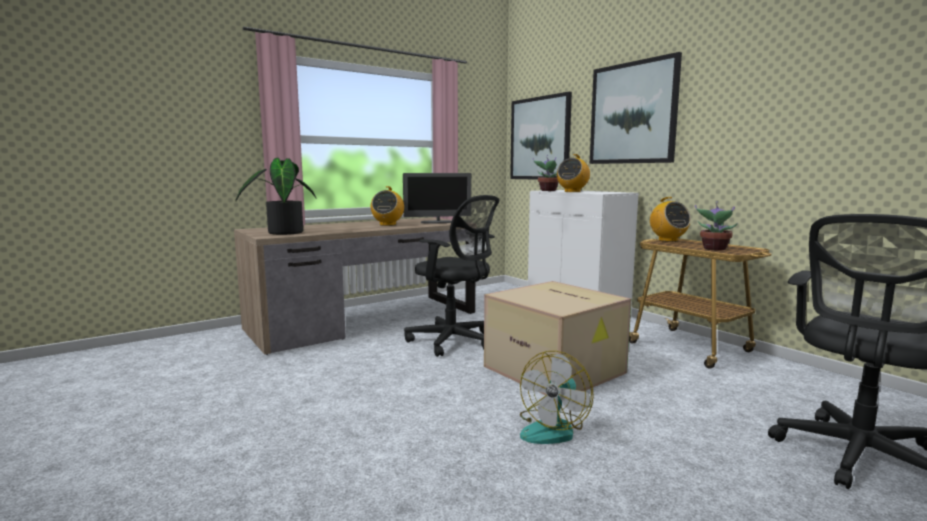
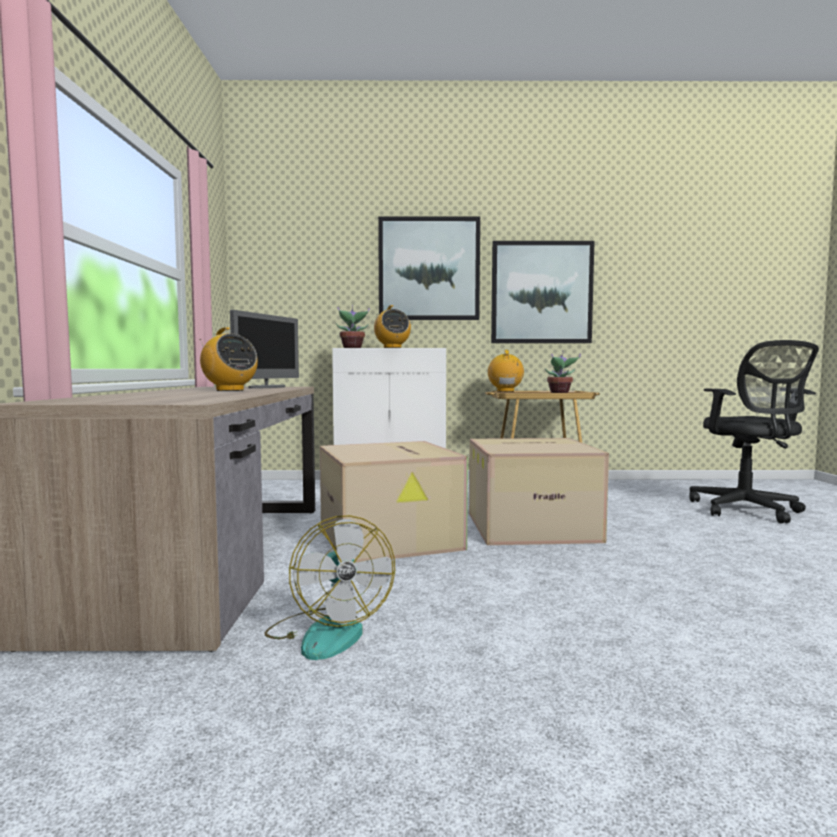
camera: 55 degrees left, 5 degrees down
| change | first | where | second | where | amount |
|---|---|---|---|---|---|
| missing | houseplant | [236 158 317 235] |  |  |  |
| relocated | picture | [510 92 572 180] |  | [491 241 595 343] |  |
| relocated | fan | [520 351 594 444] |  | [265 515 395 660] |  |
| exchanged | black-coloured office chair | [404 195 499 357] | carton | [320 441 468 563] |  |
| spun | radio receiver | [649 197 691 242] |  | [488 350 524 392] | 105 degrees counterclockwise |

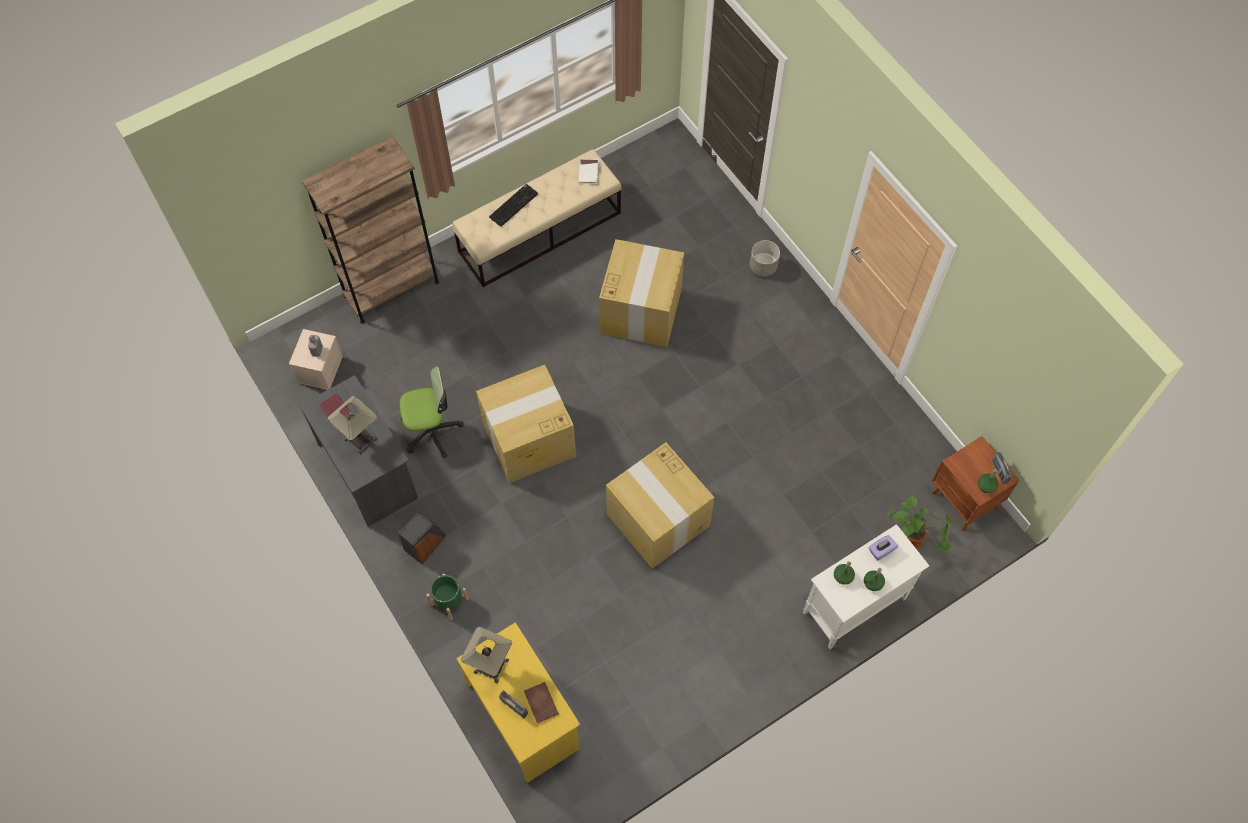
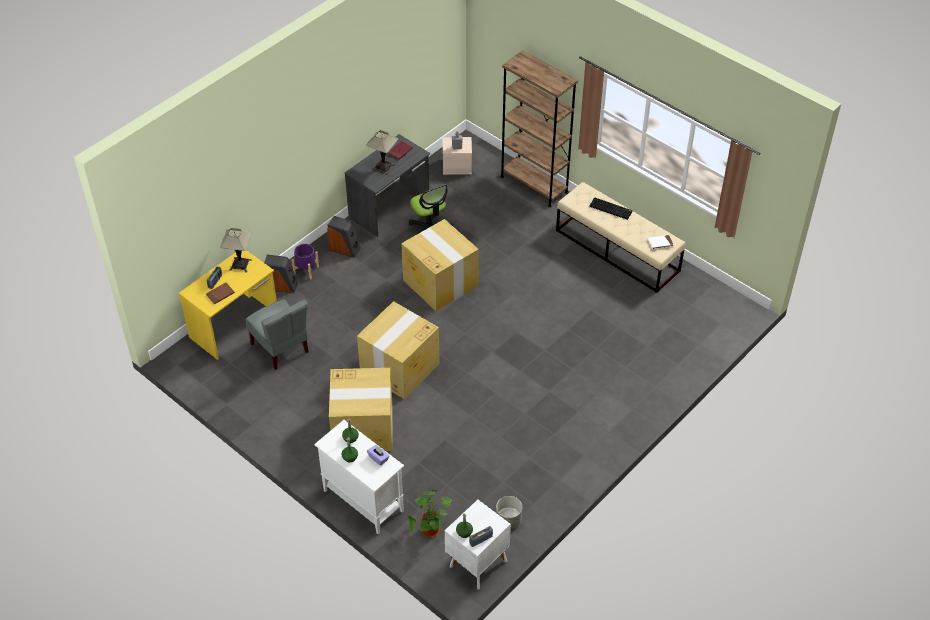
camera: 75 degrees right, 15 degrees down
| change | first | where | second | where | amount |
|---|---|---|---|---|---|
| appeared |  |  | grey plain chair | [246 299 308 370] |  |
| appeared |  |  | audio speaker | [264 255 298 293] |  |
| relocated | carton | [599 239 684 347] |  | [329 368 393 451] |  |
| relocated | grey planter | [750 240 780 276] |  | [496 496 522 529] |  |
| colour | greenish planter | [426 574 469 620] | purple-coloured planter | [292 244 319 279] |  |
| colour | brown-coloured night table | [932 436 1020 531] | whitish night table | [445 500 511 589] |  |

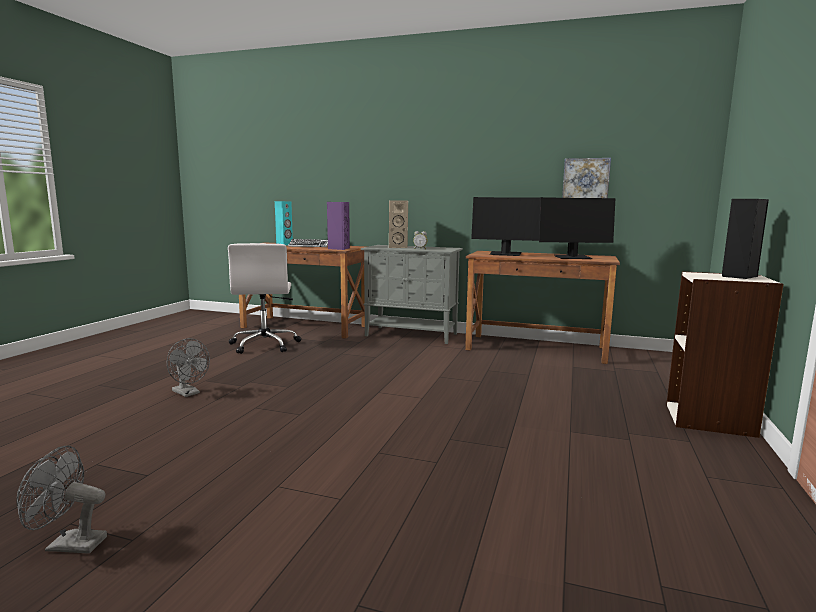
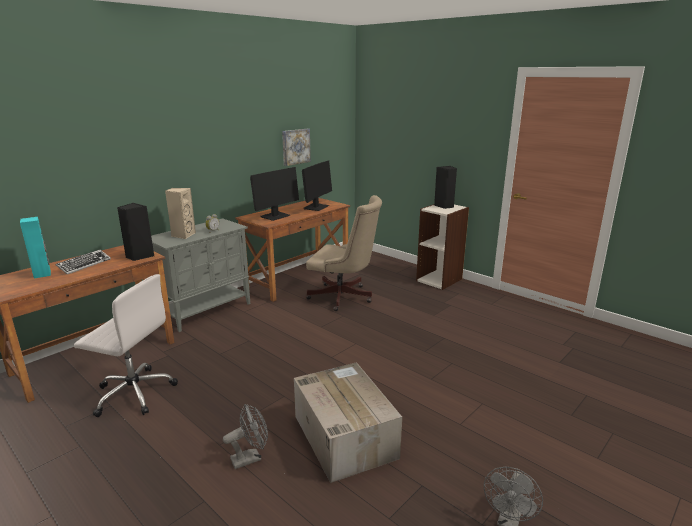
camera: 65 degrees left, 10 degrees up
| change | first | where | second | where | amount |
|---|---|---|---|---|---|
| appeared |  |  | carton | [294 362 402 483] |  |
| appeared |  |  | beige-coloured office chair | [306 195 382 311] |  |
| colour | purple-coloured audio speaker | [327 202 350 250] | black-coloured audio speaker | [117 203 154 261] |  |

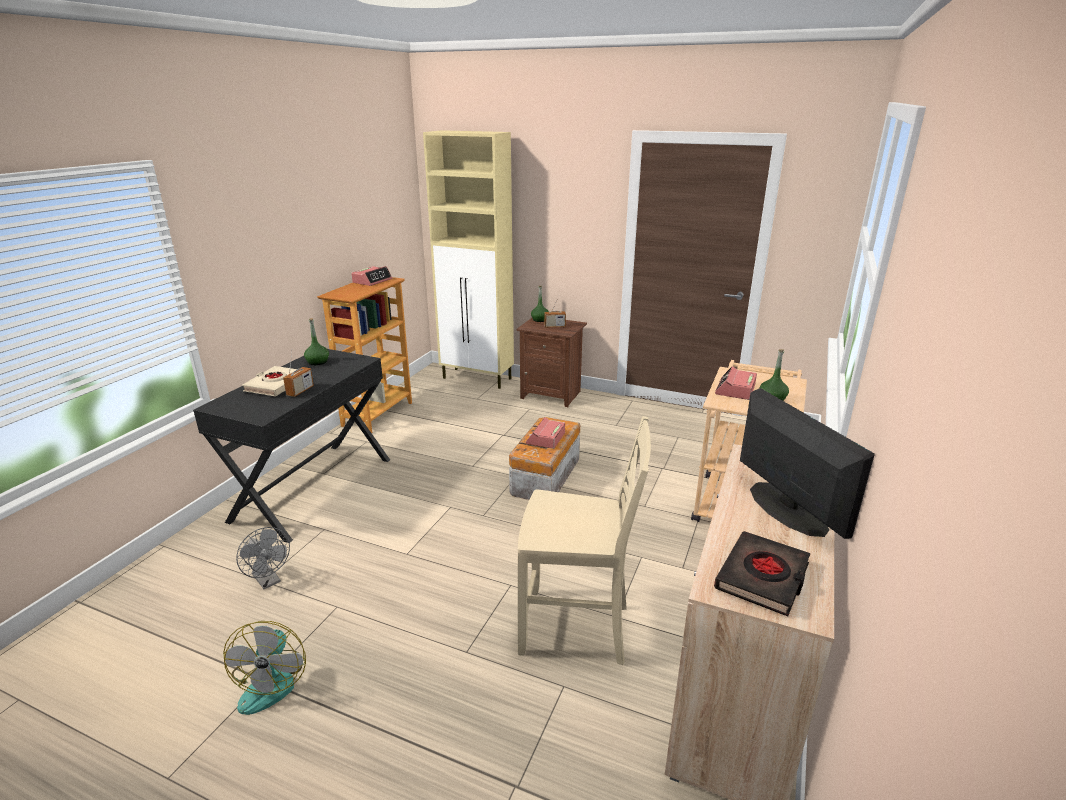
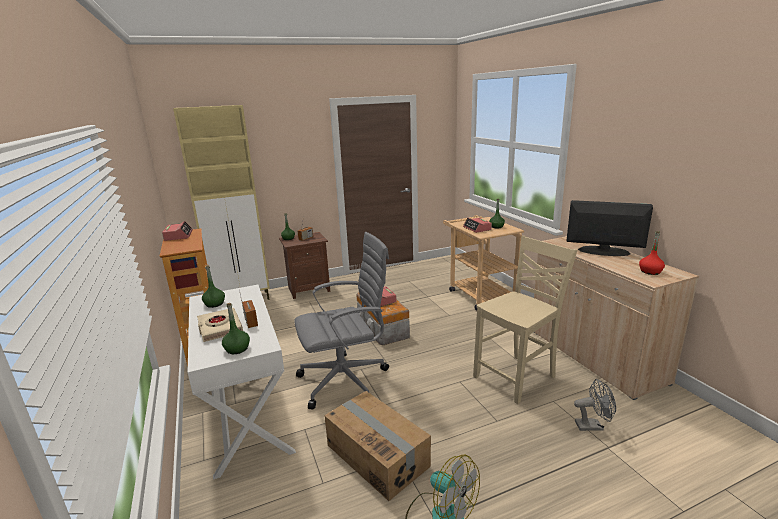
camera: 45 degrees left, 5 degrees down
| change | first | where | second | where | amount |
|---|---|---|---|---|---|
| appeared |  |  | greenish beverage bottle | [222 303 250 354] |  |
| appeared |  |  | grey office chair | [294 232 389 410] |  |
| appeared |  |  | carton | [324 391 431 501] |  |
| relocated | grey fan | [236 527 290 589] |  | [574 379 616 431] |  |
| exchanged | black-coloured bound book | [714 531 811 617] | red beverage bottle | [639 231 665 275] |  |
| colour | black-coloured desk unit | [193 349 390 543] | whitish desk unit | [188 285 296 480] |  |

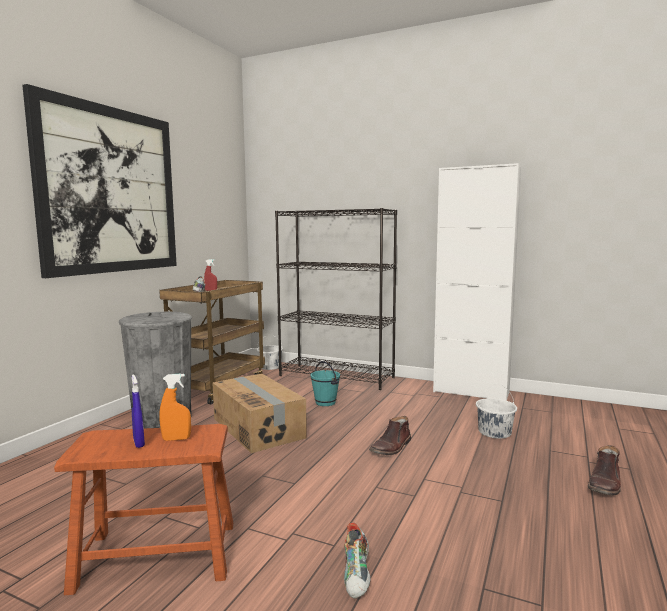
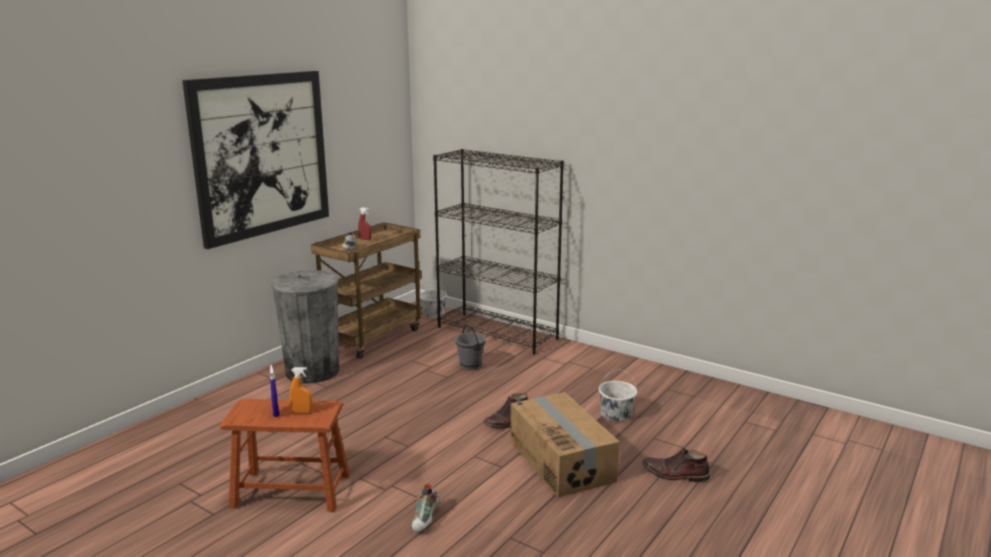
camera: 10 degrees right, 10 degrees up
| change | first | where | second | where | amount |
|---|---|---|---|---|---|
| missing | whitish storage cabinet | [433 163 521 401] |  |  |  |
| relocated | carton | [212 374 307 453] |  | [511 392 620 498] |  |
| colour | turquoise-coloured water bucket | [311 361 340 406] | grey water bucket | [455 325 485 370] |  |
| spun | brown-coloured high-top boot | [588 445 621 496] |  | [642 448 710 482] | 60 degrees clockwise |

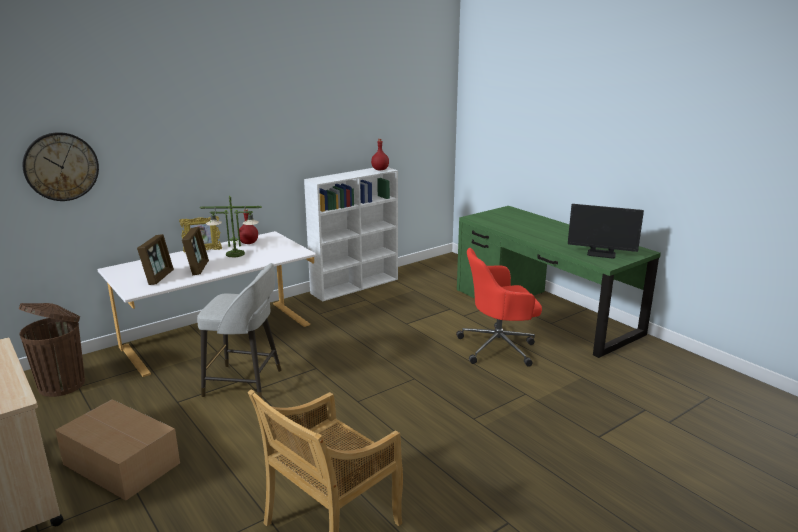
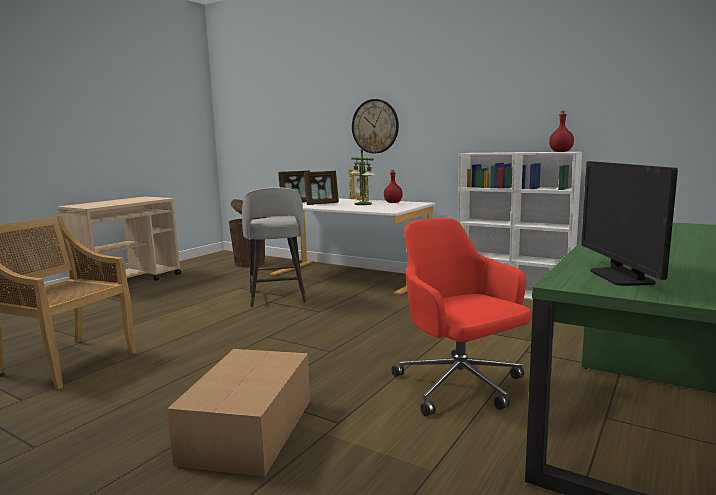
camera: 70 degrees right, 10 degrees down
| change | first | where | second | where | amount |
|---|---|---|---|---|---|
| relocated | clock on the wall | [22 132 99 201] |  | [352 99 399 154] |  |
| relocated | carton | [55 399 180 501] |  | [167 349 310 477] |  |

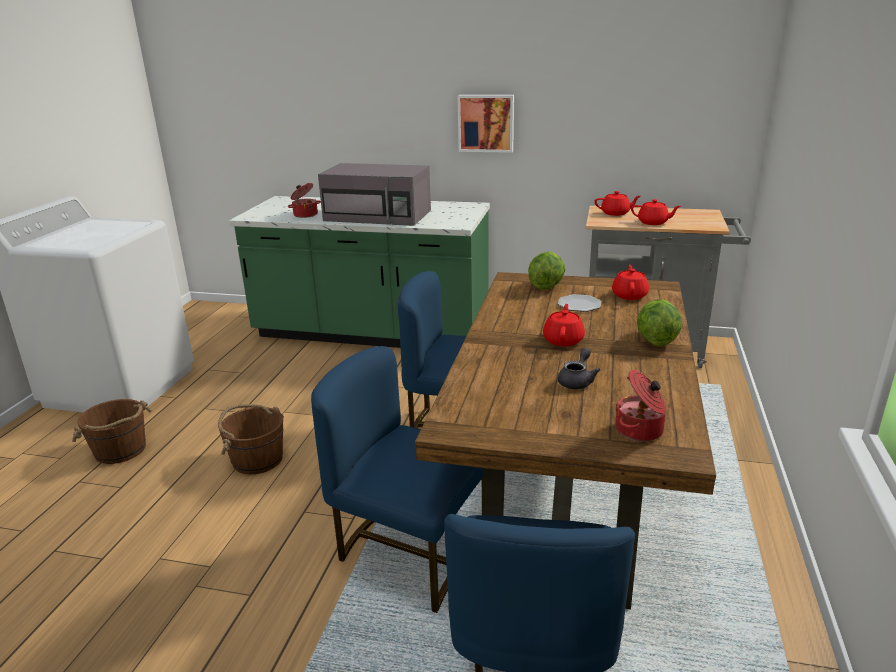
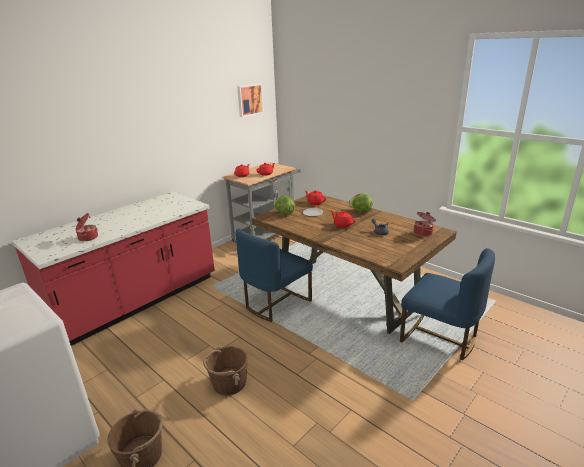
camera: 60 degrees left, 0 degrees up
| change | first | where | second | where | amount |
|---|---|---|---|---|---|
| missing | blue plain chair | [311 346 483 613] |  |  |  |
| missing | grey kitchen microwave | [318 163 431 226] |  |  |  |
| relocated | picture | [458 95 514 153] |  | [237 83 264 117] |  |
| colour | greenish counter | [229 196 490 348] | red counter | [12 192 215 346] |  |

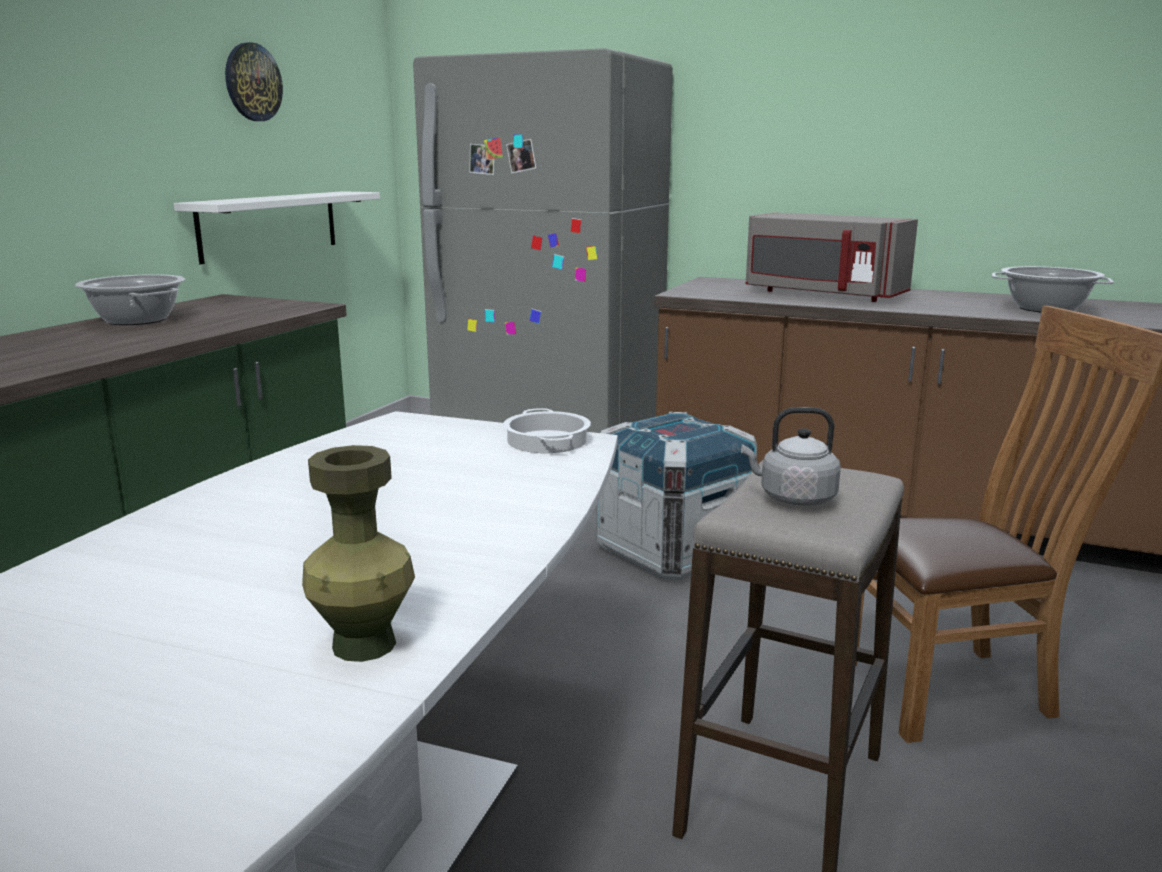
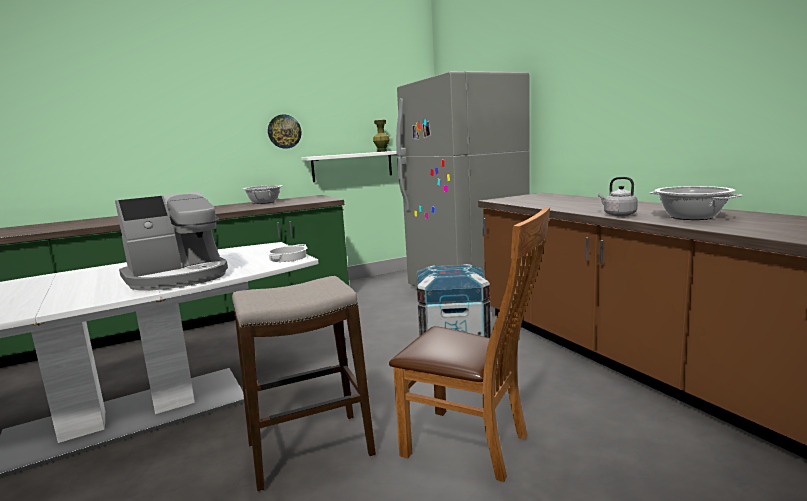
camera: 40 degrees right, 5 degrees down
| change | first | where | second | where | amount |
|---|---|---|---|---|---|
| missing | grey kitchen microwave | [745 213 918 302] |  |  |  |
| appeared |  |  | coffee machine | [115 192 228 291] |  |
| relocated | clock on the wall | [225 42 283 121] |  | [268 114 301 149] |  |
| relocated | greenish decorative vase | [302 445 415 662] |  | [373 120 390 152] |  |
| relocated | grey water kettle | [741 407 841 506] |  | [598 177 638 216] |  |

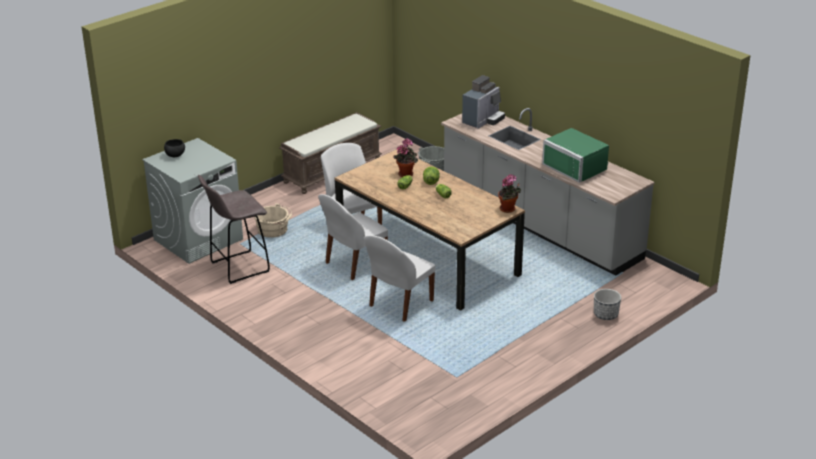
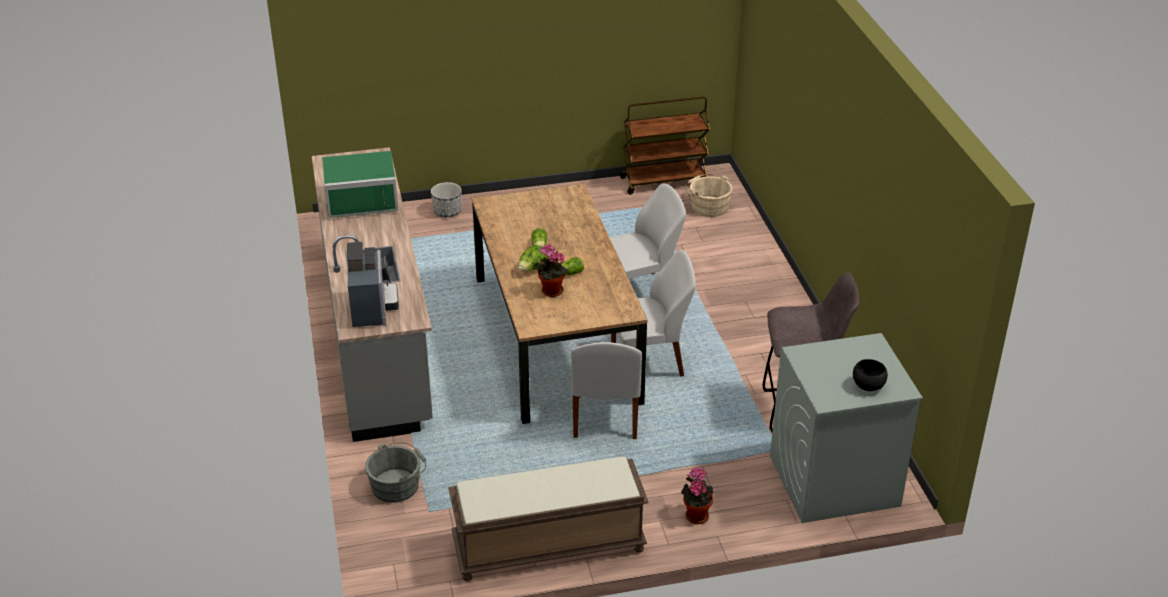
camera: 150 degrees left, 5 degrees up
| change | first | where | second | where | amount |
|---|---|---|---|---|---|
| appeared |  |  | brown-coloured trolley | [620 96 710 195] |  |
| relocated | beige-coloured water bucket | [255 203 292 238] |  | [685 174 733 217] |  |
| relocated | houseplant | [498 174 521 213] |  | [681 467 714 524] |  |
| spun | coffee machine | [462 75 505 129] |  | [347 242 399 327] | 105 degrees clockwise |
| spun | greenish kitchen microwave | [542 128 609 183] |  | [322 151 398 218] | 90 degrees clockwise |

